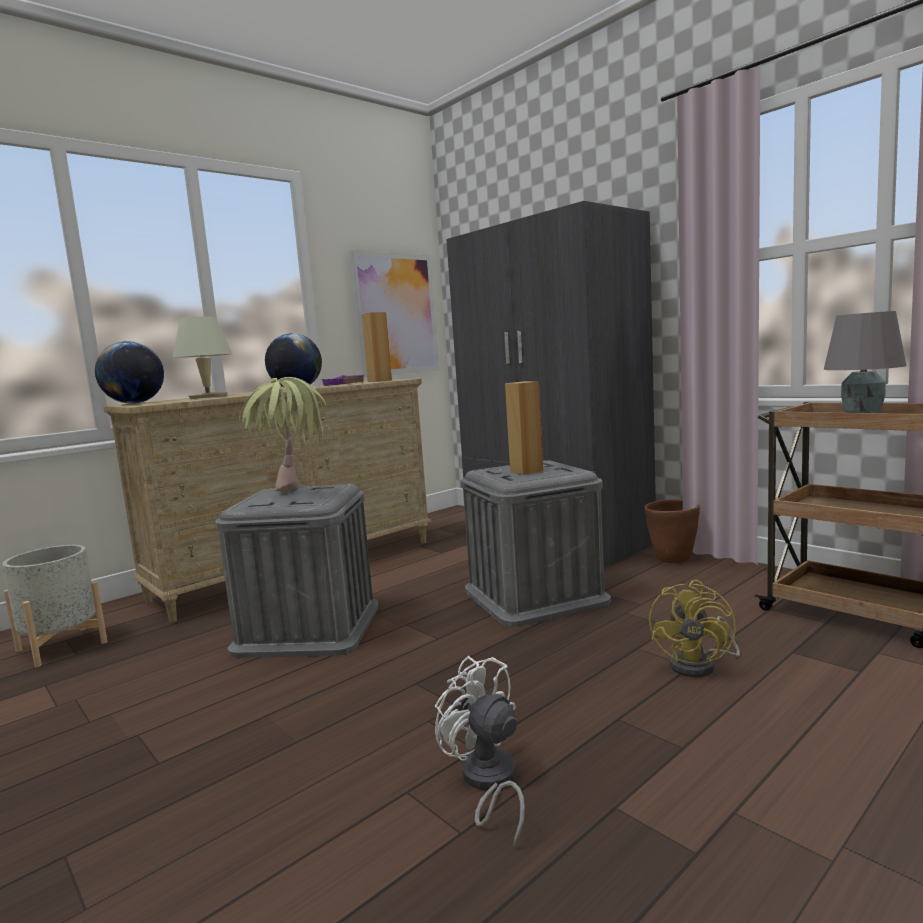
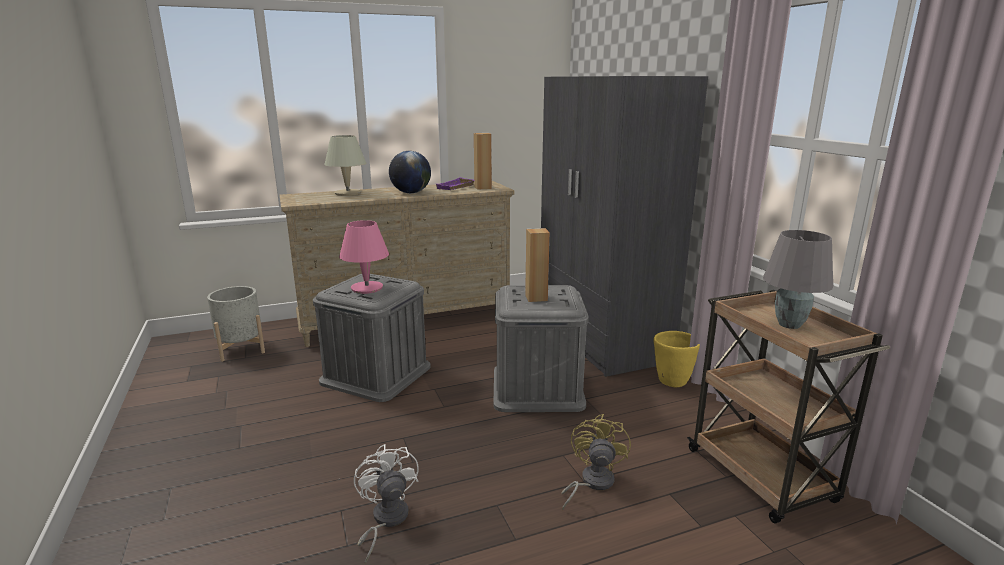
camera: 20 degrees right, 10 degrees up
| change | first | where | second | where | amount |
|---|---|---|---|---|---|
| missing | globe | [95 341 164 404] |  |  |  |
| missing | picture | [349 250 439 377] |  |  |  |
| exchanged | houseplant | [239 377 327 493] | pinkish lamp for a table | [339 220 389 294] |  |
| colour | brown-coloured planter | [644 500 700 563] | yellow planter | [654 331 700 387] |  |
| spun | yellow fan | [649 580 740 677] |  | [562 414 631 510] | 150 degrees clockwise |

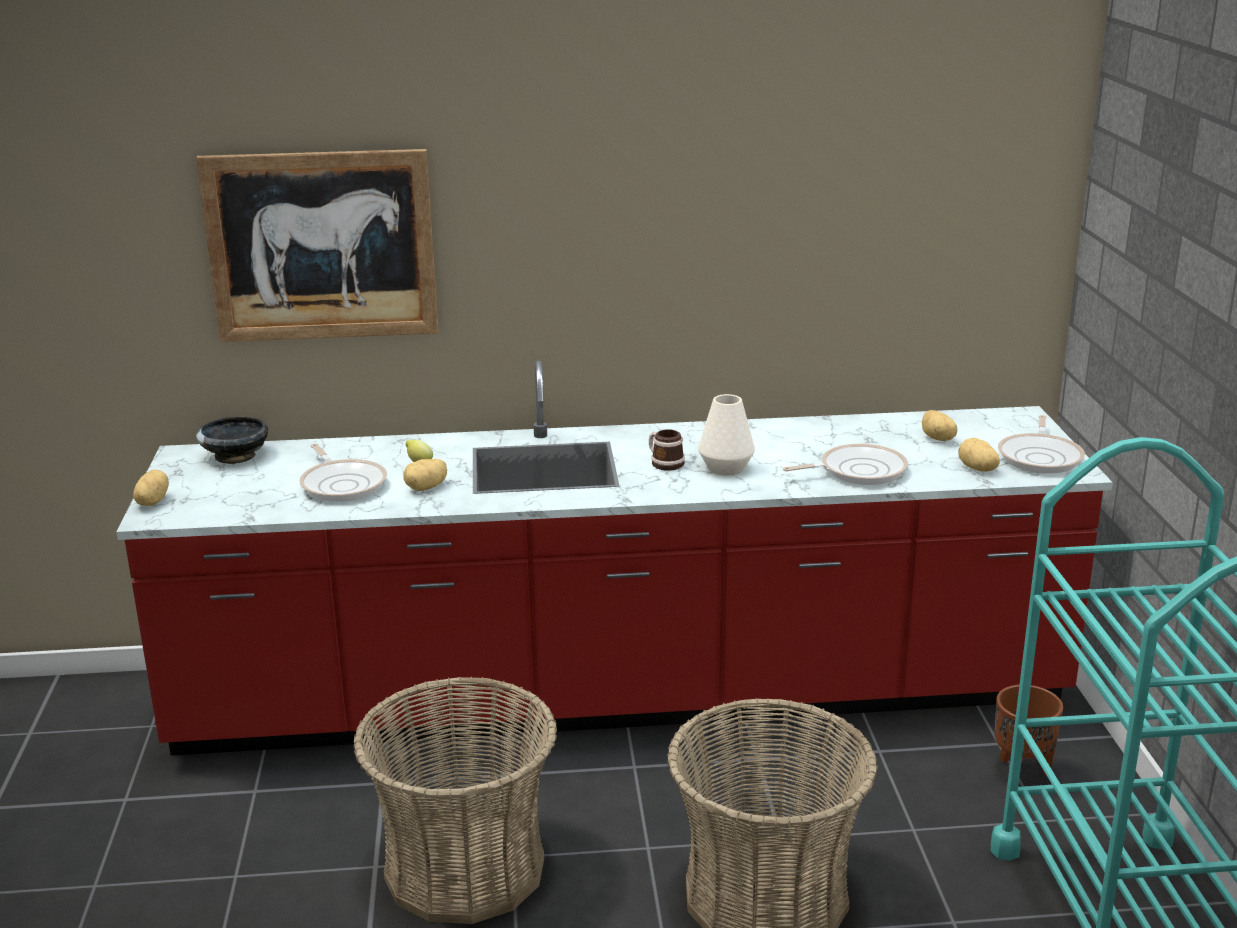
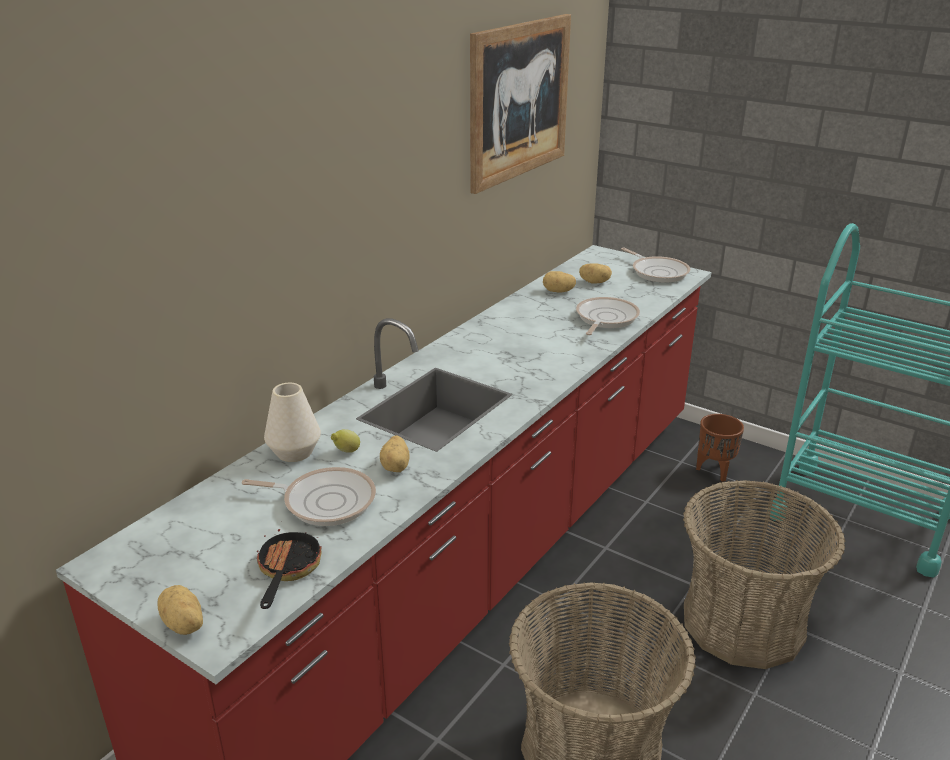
camera: 50 degrees left, 5 degrees up
| change | first | where | second | where | amount |
|---|---|---|---|---|---|
| missing | black-coloured deep dish | [196 416 268 464] |  |  |  |
| missing | tea mug | [649 429 685 471] |  |  |  |
| appeared |  |  | skillet | [257 521 322 609] |  |
| relocated | picture | [196 149 438 342] |  | [470 14 571 194] |  |
| relocated | whitish decorative vase | [698 394 755 476] |  | [264 383 321 462] |  |
| relocated | whole potato | [958 438 1000 472] |  | [543 271 576 293] |  |

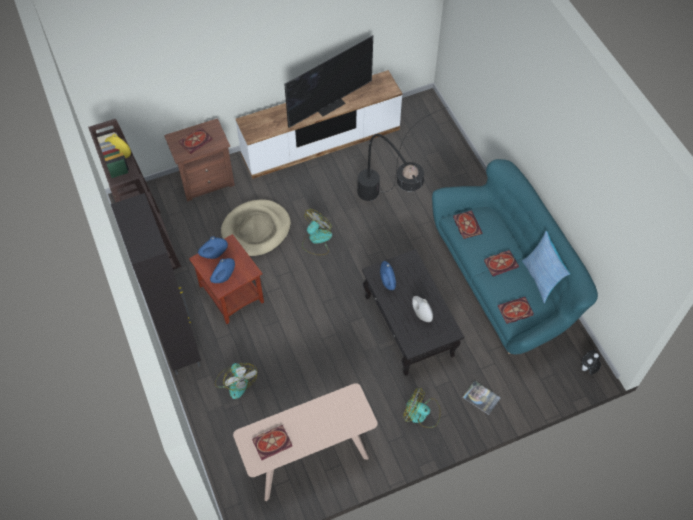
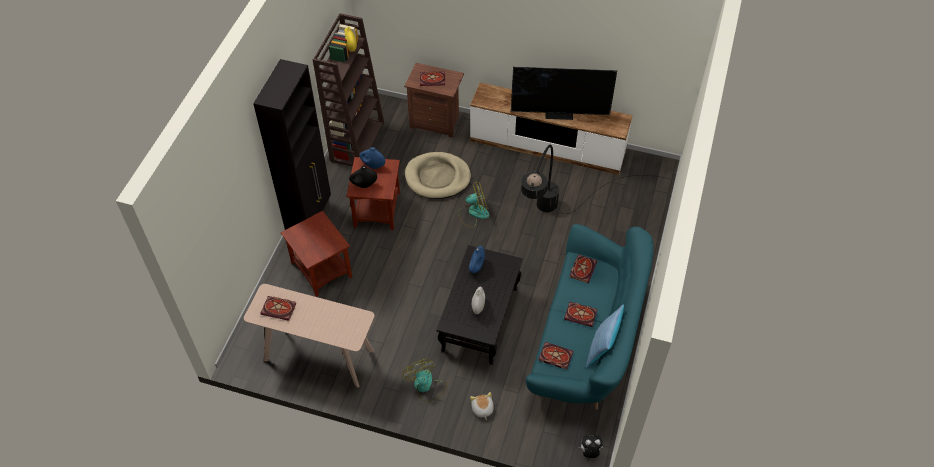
camera: 40 degrees right, 5 degrees down
| change | first | where | second | where | amount |
|---|---|---|---|---|---|
| exchanged | fan | [215 363 257 399] | brown-coloured accent table | [281 211 352 297] |  |
| exchanged | bound book | [462 381 501 415] | plush toy | [470 392 494 419] |  |
| colour | blue decorative vase | [210 258 235 283] | black-coloured decorative vase | [349 166 377 188] |  |

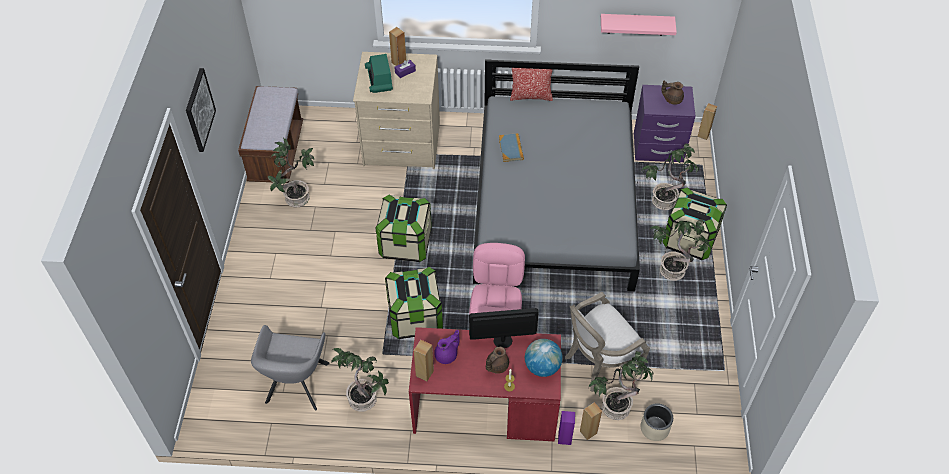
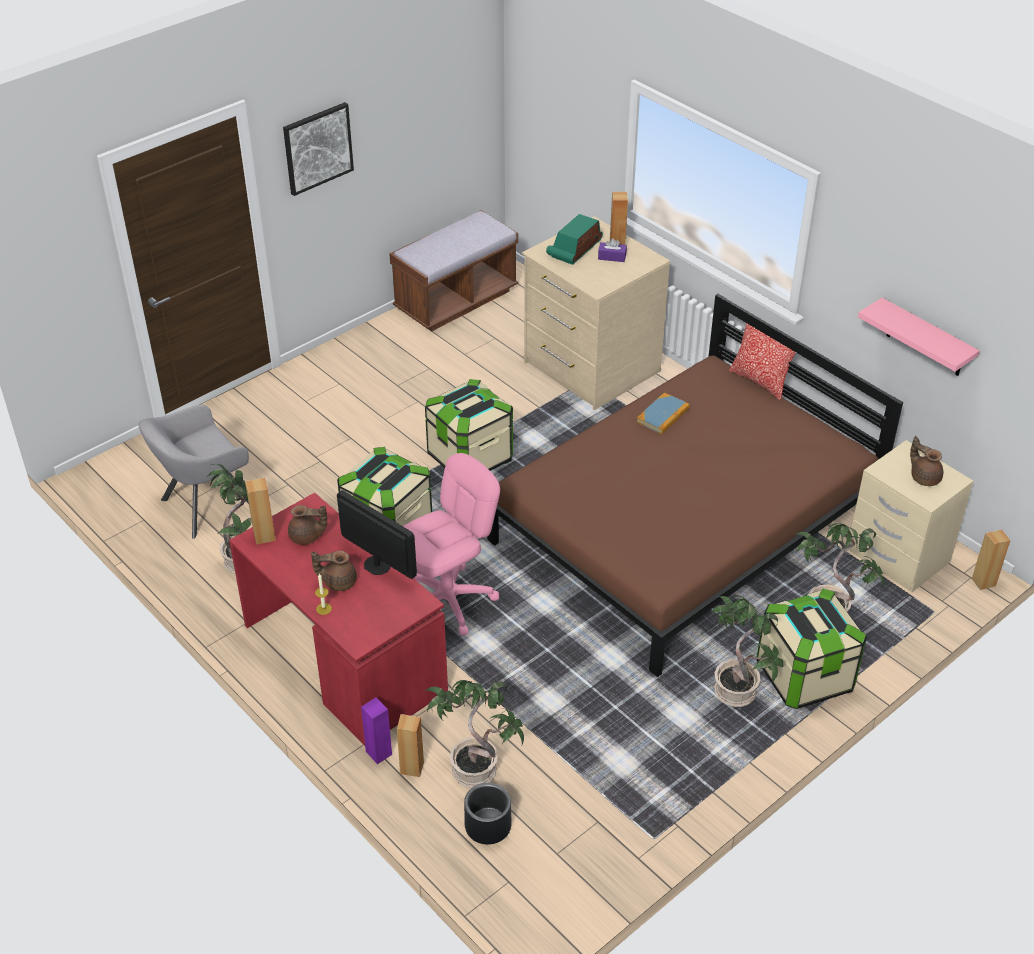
camera: 45 degrees right, 10 degrees down
| change | first | where | second | where | amount |
|---|---|---|---|---|---|
| missing | houseplant | [268 138 314 207] |  |  |  |
| missing | globe | [525 339 563 377] |  |  |  |
| missing | lounge chair | [565 292 650 392] |  |  |  |
| colour | purple-coloured tea pot | [434 330 460 364] | brown-coloured tea pot | [288 505 327 545] |  |
| colour | grey sleeping bed | [473 59 640 291] | brown-coloured sleeping bed | [487 294 903 677] |  |
| colour | purple-coloured night table | [634 85 695 162] | beige-coloured night table | [849 440 974 592] |  |
| colour | beige-coloured planter | [641 403 673 441] | black-coloured planter | [464 783 512 845] |  |

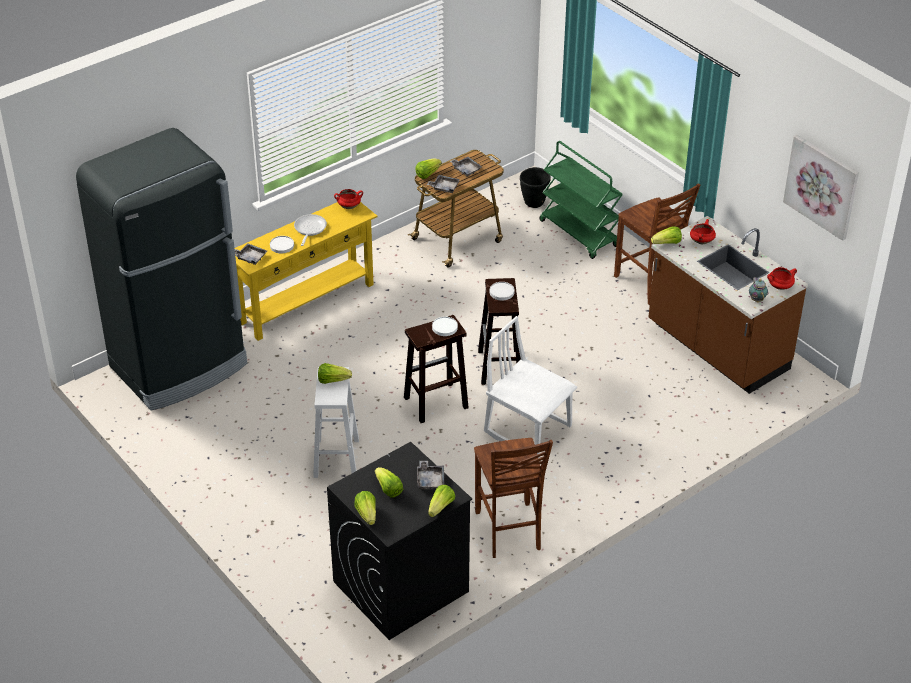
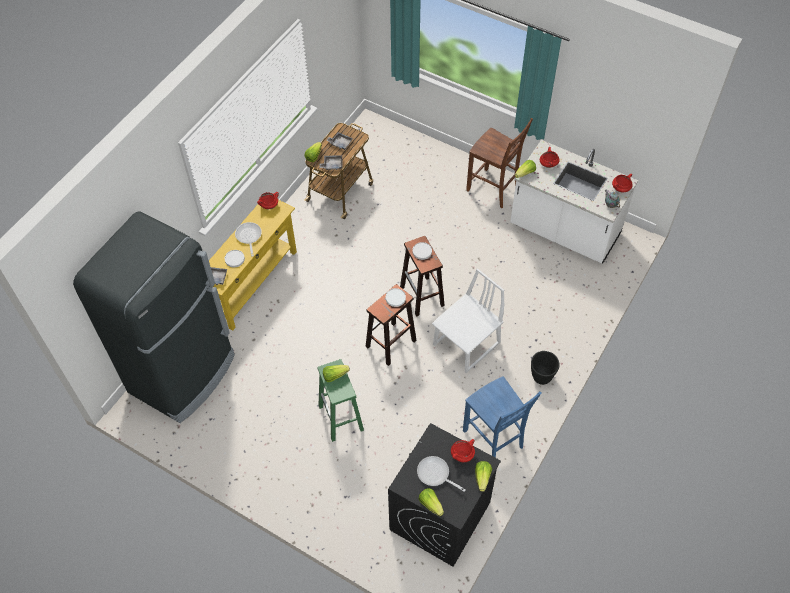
camera: 20 degrees left, 15 degrees up
| change | first | where | second | where | amount |
|---|---|---|---|---|---|
| missing | greenish trolley | [539 141 623 259] |  |  |  |
| missing | picture | [783 135 859 241] |  |  |  |
| relocated | black-coloured planter | [520 167 551 208] |  | [531 351 560 385] |  |
| exchanged | lettuce head | [375 467 403 498] | skillet | [417 456 466 492] |  |
| exchanged | grey carrying tray | [417 461 444 490] | red saucepot | [451 439 475 462] |  |
| colour | whitish stool seat | [313 367 359 478] | greenish stool seat | [317 359 364 442] |  |
| colour | brown-coloured plain chair | [474 438 553 558] | blue plain chair | [463 377 541 458] |  |
| colour | brown-coloured counter | [648 216 808 394] | whitish counter | [510 140 638 263] |  |
| spun | whitish plain chair | [484 316 577 458] |  | [432 268 504 373] | 120 degrees clockwise |

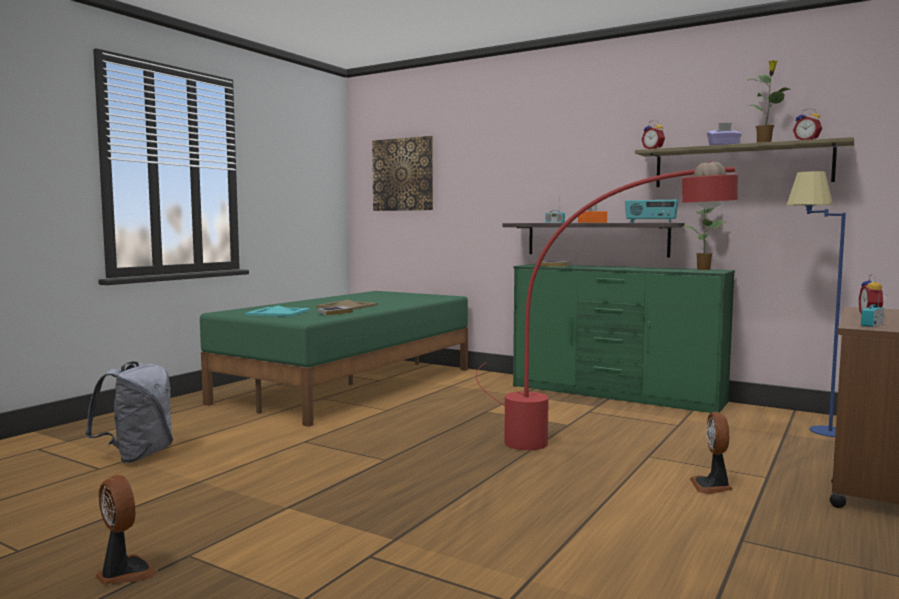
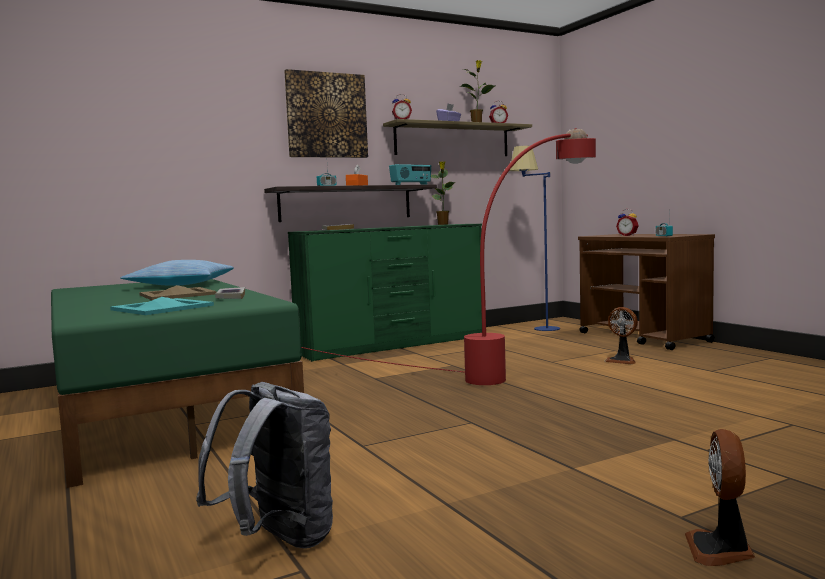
camera: 60 degrees left, 0 degrees up
| change | first | where | second | where | amount |
|---|---|---|---|---|---|
| appeared |  |  | throw pillow | [120 260 234 286] |  |
| relocated | picture | [372 136 433 211] |  | [284 69 368 158] |  |
| spun | fan | [96 475 159 585] |  | [685 429 755 566] | 60 degrees counterclockwise |

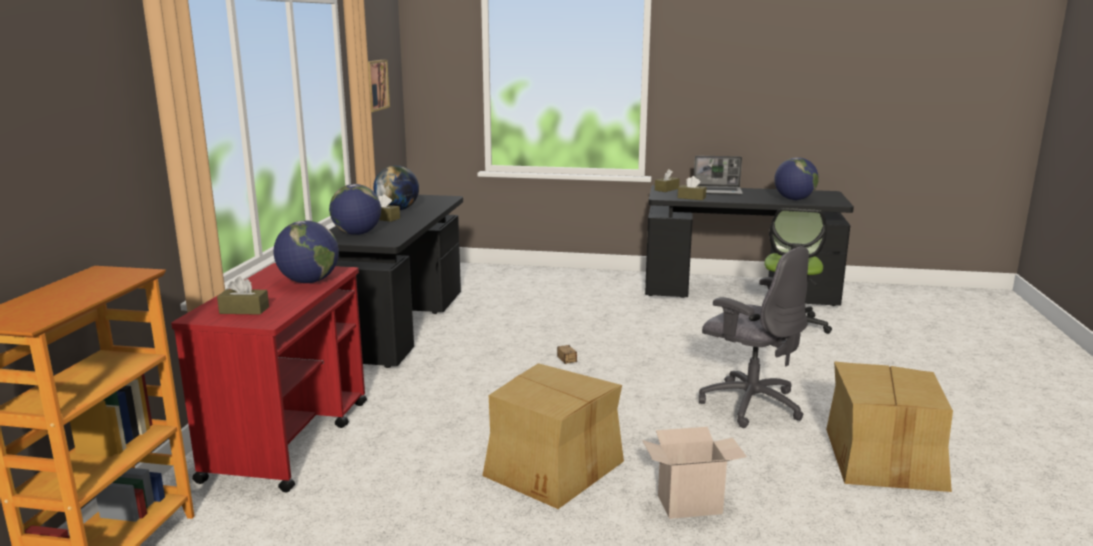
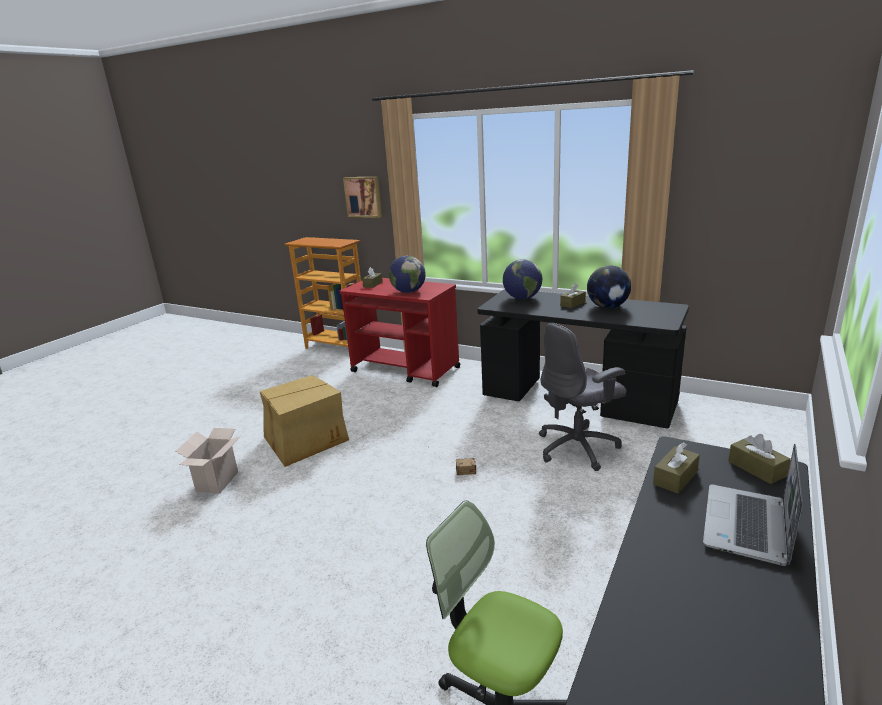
camera: 110 degrees right, 5 degrees up
| change | first | where | second | where | amount |
|---|---|---|---|---|---|
| missing | globe | [774 157 819 200] |  |  |  |
| missing | carton | [826 361 953 492] |  |  |  |
| relocated | picture | [368 60 390 112] |  | [343 177 382 218] |  |
| relocated | grey office chair | [699 246 809 428] |  | [539 323 627 471] |  |

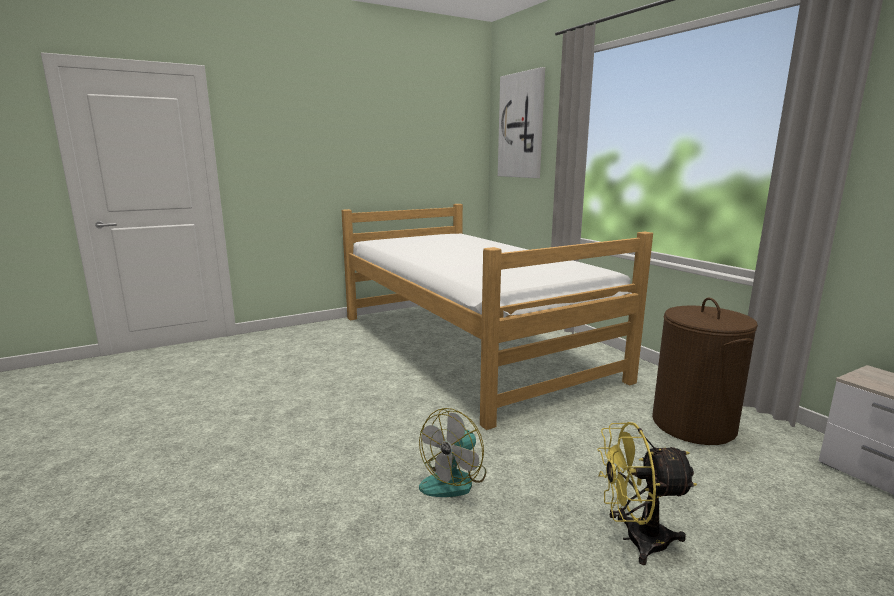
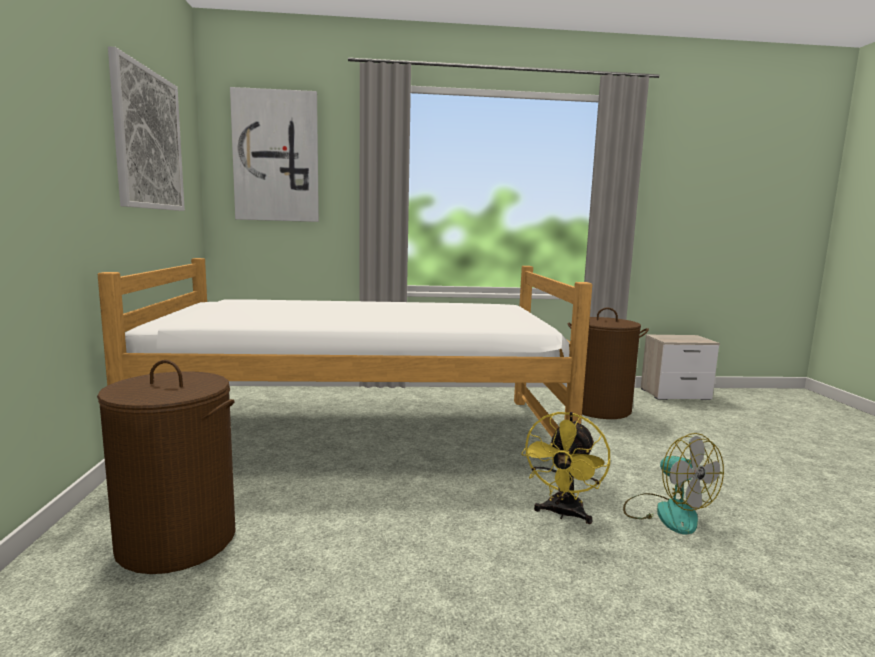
camera: 65 degrees left, 5 degrees down
| change | first | where | second | where | amount |
|---|---|---|---|---|---|
| appeared |  |  | brown-coloured hamper | [97 360 235 574] |  |
| appeared |  |  | picture | [108 46 185 211] |  |
| relocated | yellow fan | [597 422 697 565] |  | [521 412 610 524] |  |

